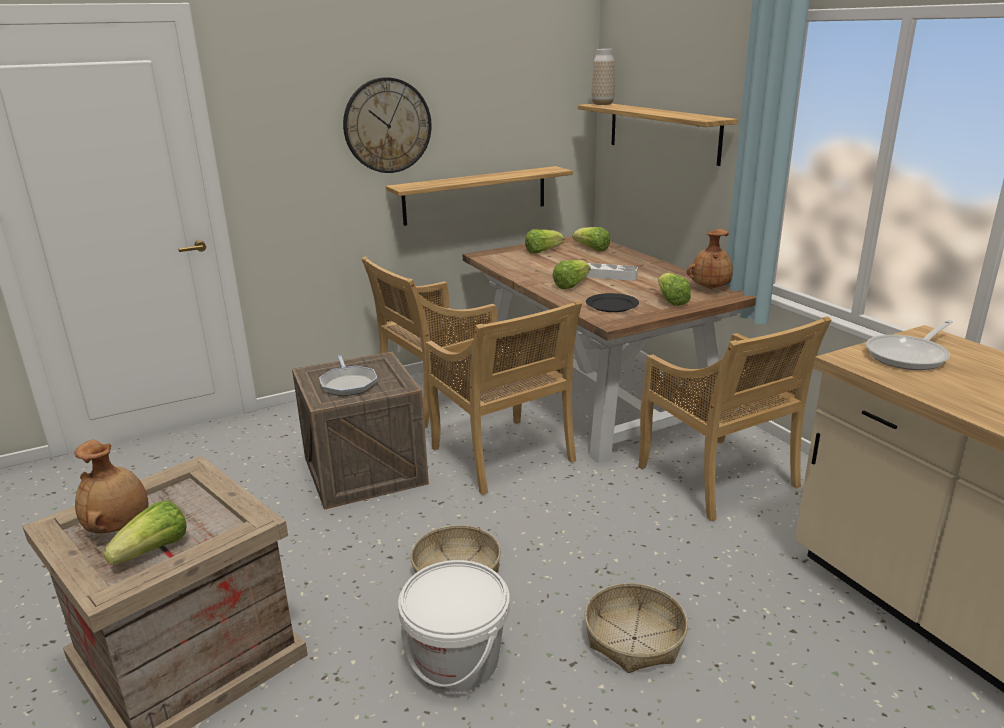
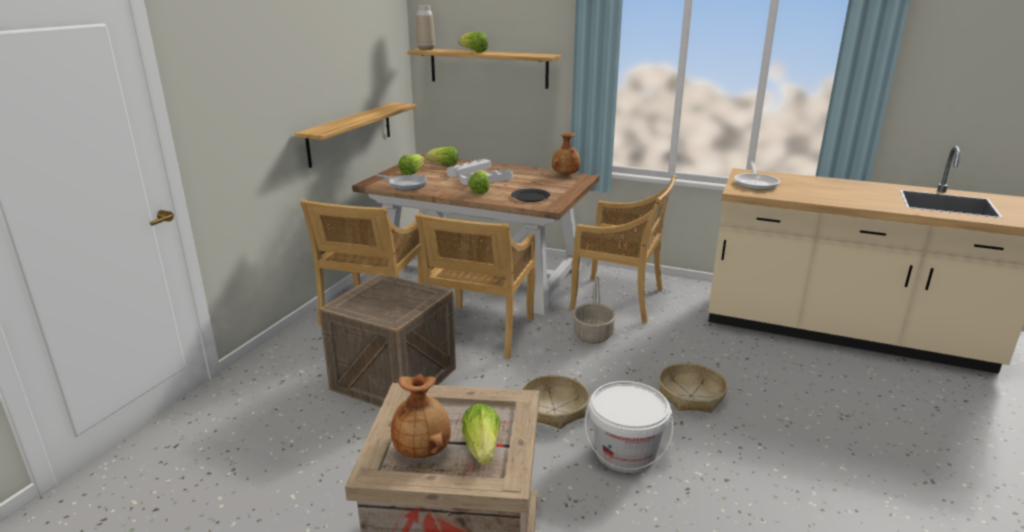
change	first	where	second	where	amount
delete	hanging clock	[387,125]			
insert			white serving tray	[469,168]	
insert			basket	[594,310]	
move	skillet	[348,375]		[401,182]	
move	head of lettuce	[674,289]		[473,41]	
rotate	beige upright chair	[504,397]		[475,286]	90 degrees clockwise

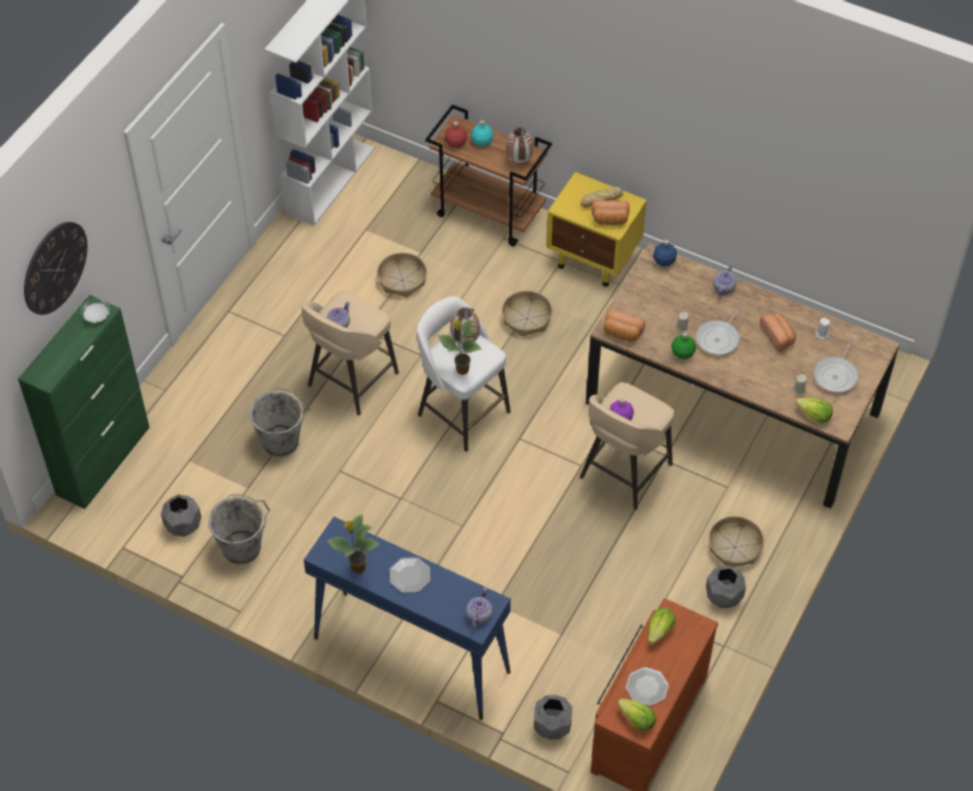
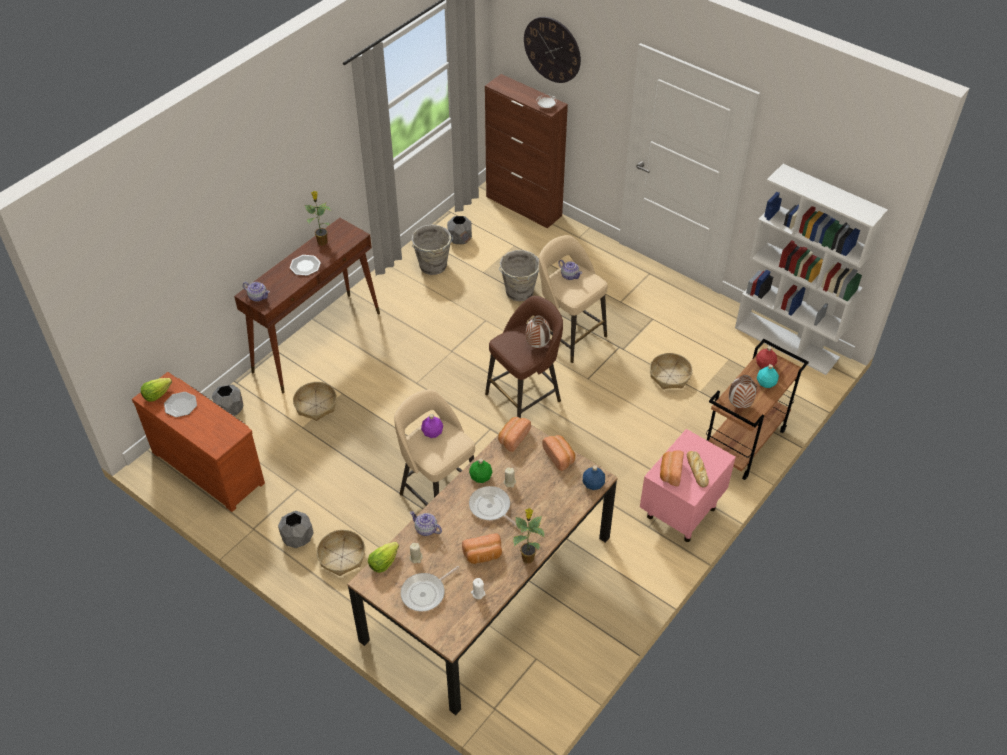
change	first	where	second	where	amount
delete	head of lettuce	[662,626]			
insert			bakery bread	[558,453]	
move	potted plant	[460,347]		[528,535]	
move	basket	[527,314]		[315,401]	
move	pot for tea	[725,280]		[426,523]	
recolor	green storage cabinet	[84,402]	brown storage cabinet	[526,151]	
recolor	blue-coloured narrow table	[407,618]	brown narrow table	[307,306]	
recolor	white stool	[464,374]	brown stool	[524,357]	
recolor	yellowish night table	[596,229]	pinkish night table	[688,485]	
rotate	skillet	[836,366]		[430,588]	75 degrees counterclockwise

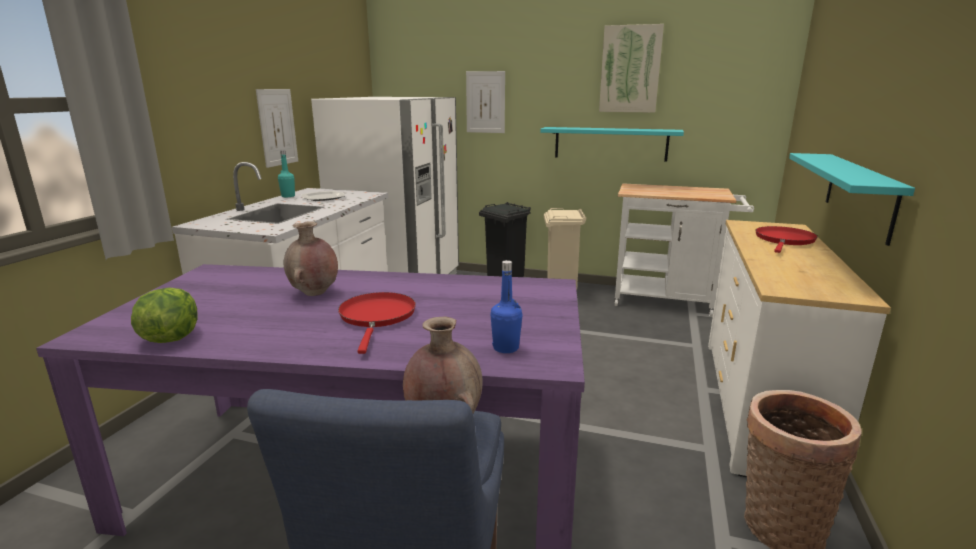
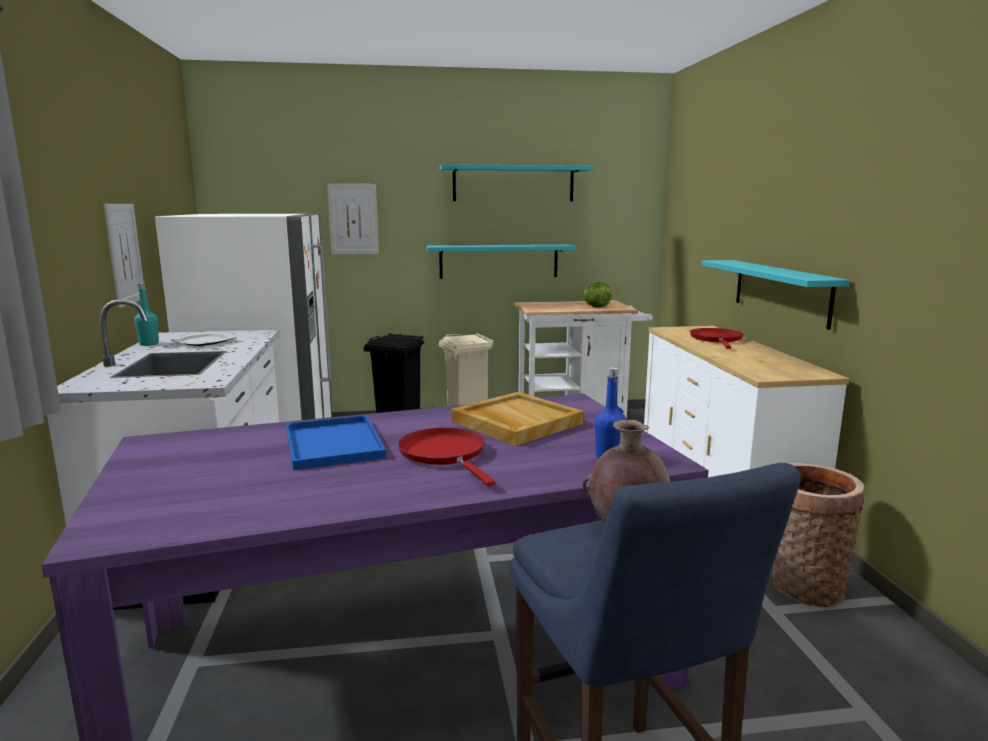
change	first	where	second	where	amount
insert			beige serving tray	[517,419]	
move	head of lettuce	[164,315]		[597,294]	
replace	brown decorative vase	[310,258]	blue-coloured serving tray	[336,442]	
replace	wall art	[631,68]	turquoise-coloured shelf	[516,182]	

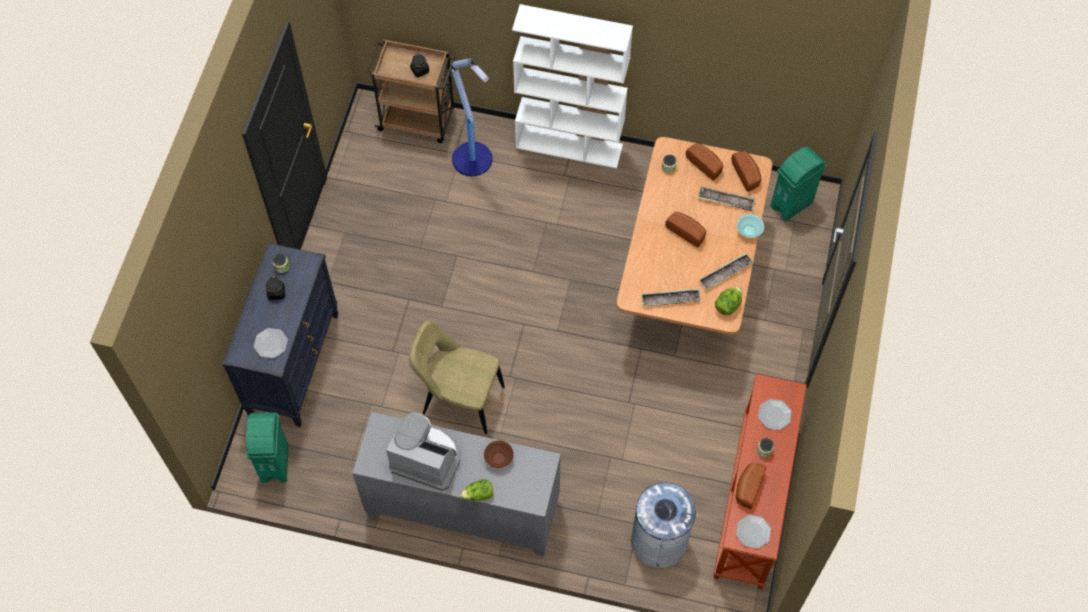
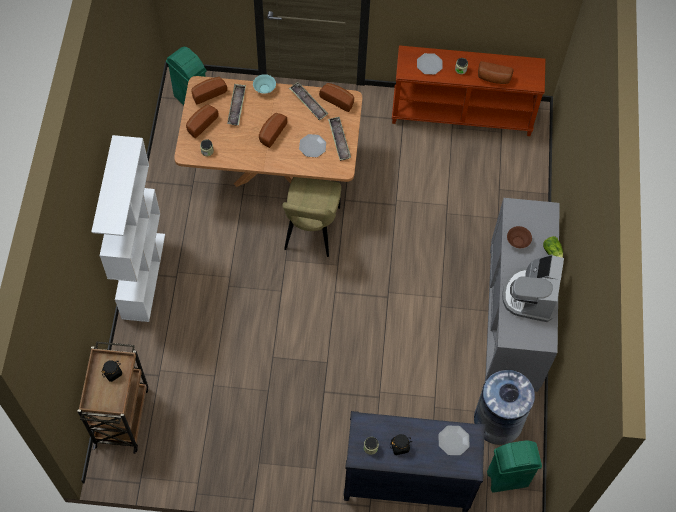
change	first	where	second	where	amount
delete	floor lamp	[472,117]			
move	beige upright chair	[457,377]		[311,217]	
move	grey trash can	[664,525]		[504,407]	
move	dinner plate	[753,532]		[312,145]	
replace	head of lettuce	[728,301]	bakery bread	[336,97]	

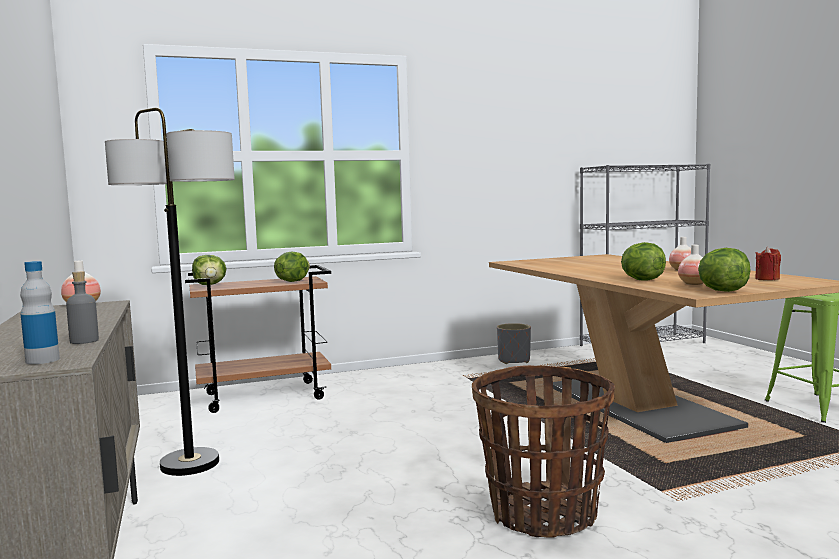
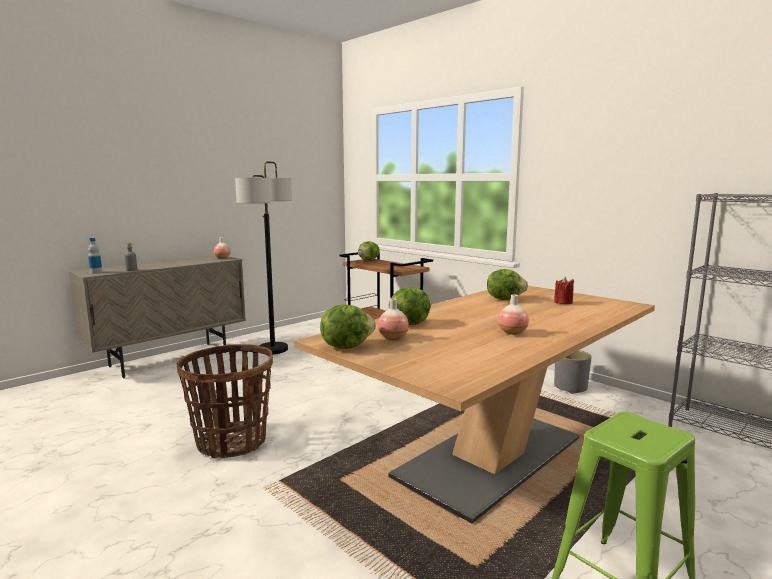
change	first	where	second	where	amount
move	head of lettuce	[292,267]		[507,284]	
move	reddish wax light	[768,263]		[564,290]	

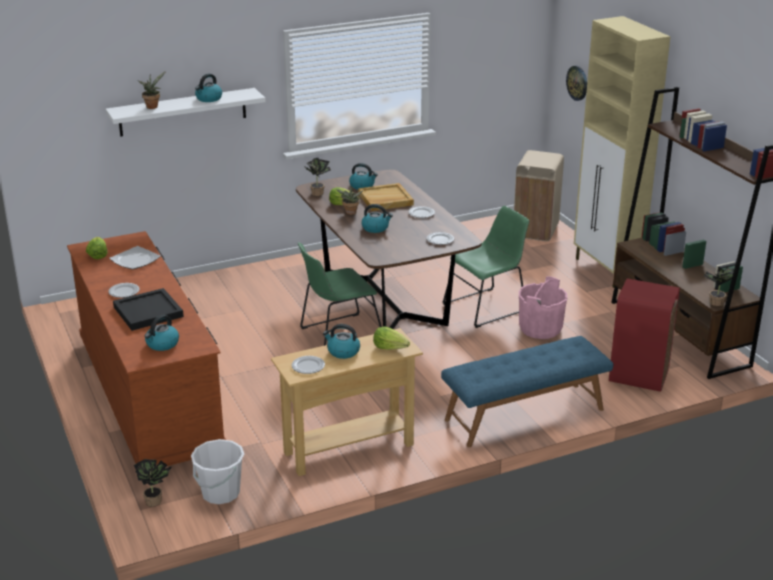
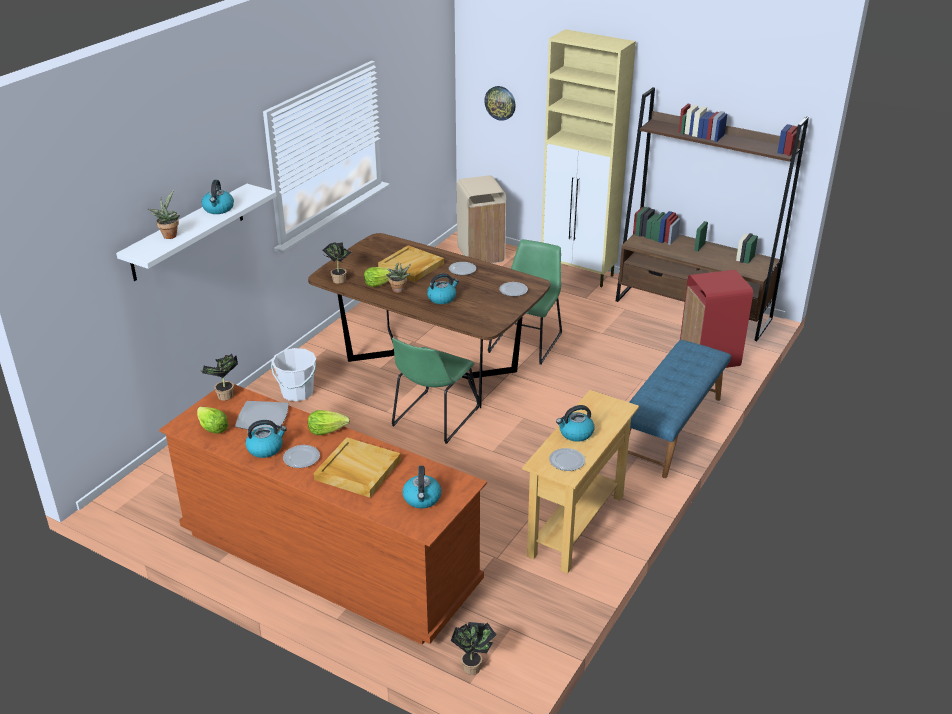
change	first	where	second	where	amount
delete	pinkish water bucket	[543,307]			
move	white water bucket	[217,471]		[293,374]	
move	tea kettle	[363,176]		[266,439]	
move	head of lettuce	[391,338]		[329,422]	
move	potted plant	[718,286]		[220,377]	
recolor	black serving tray	[148,309]	beige serving tray	[357,467]	

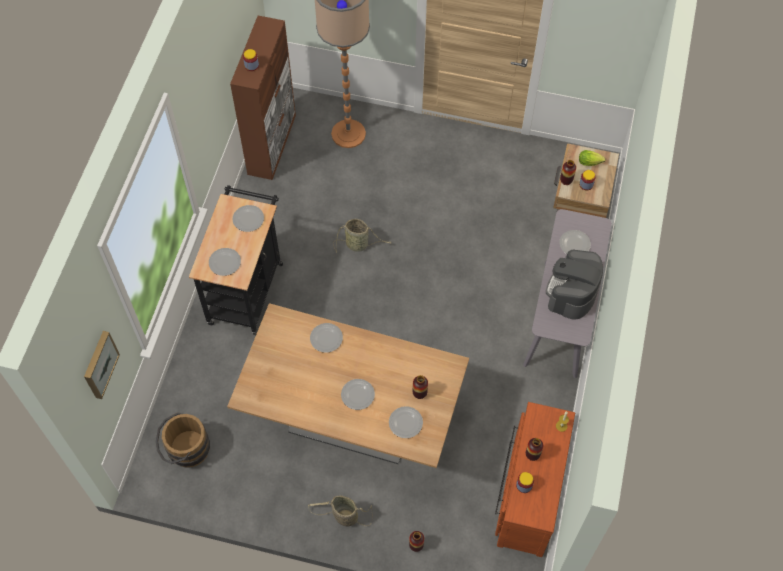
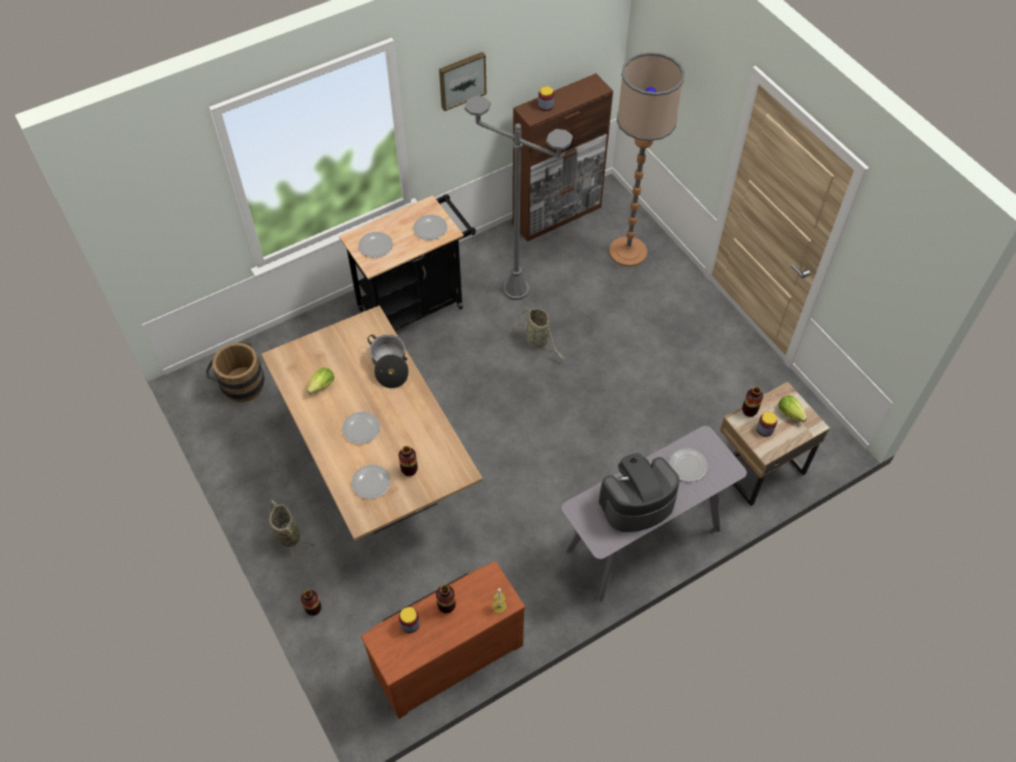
change	first	where	second	where	amount
insert			head of lettuce	[320,380]	
insert			grey floor lamp	[518,198]	
move	wall art	[102,365]		[463,81]	
replace	dinner plate	[326,338]	cooking pot	[388,361]	

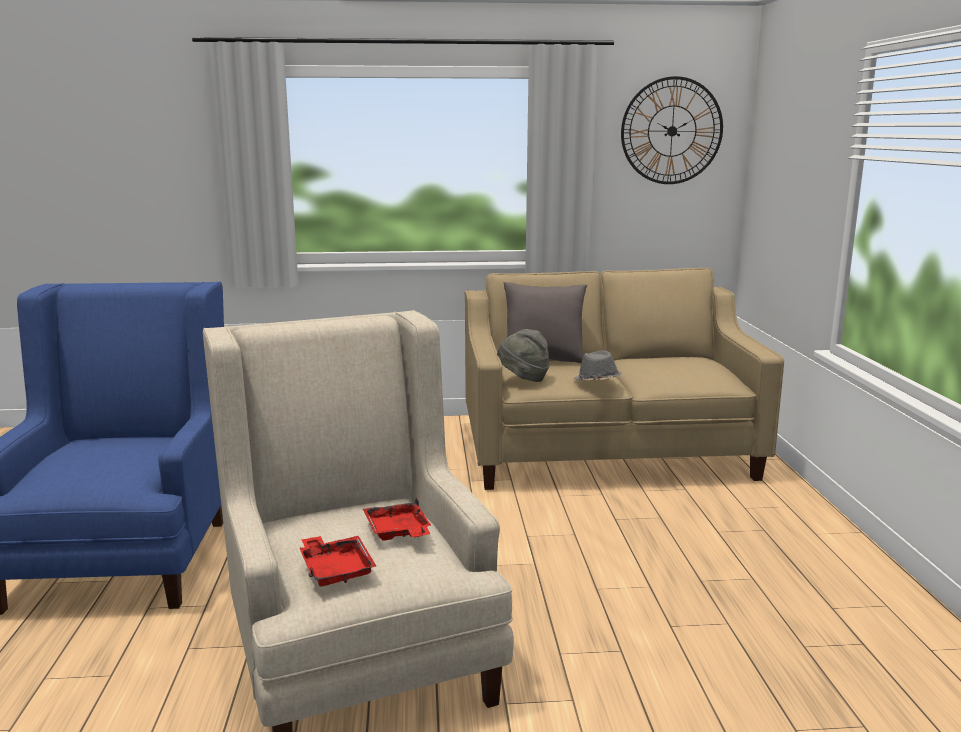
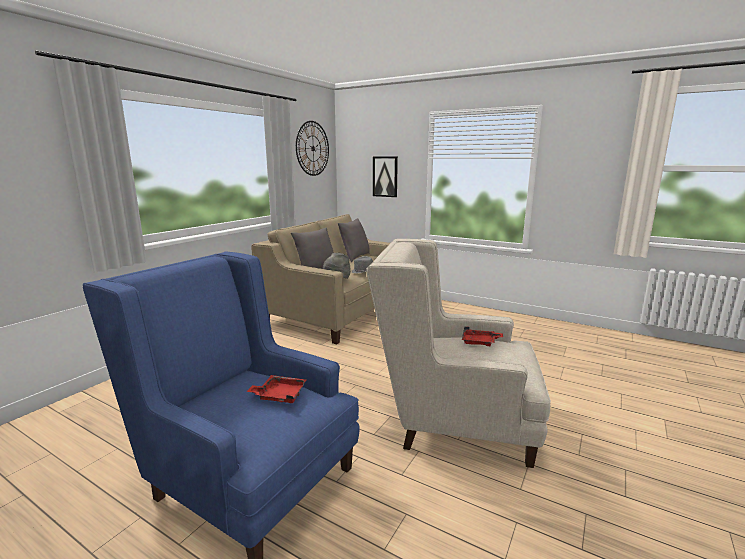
change	first	where	second	where	amount
insert			grey cushion	[354,240]	
insert			wall art	[385,176]	
move	reddish serving tray	[338,561]		[276,389]	

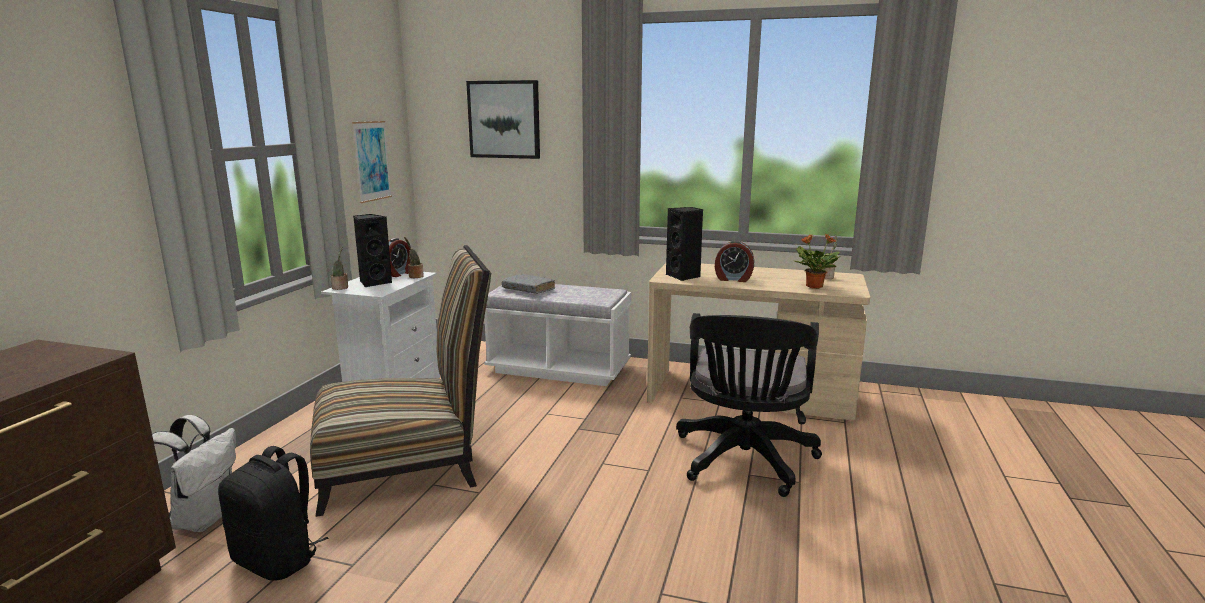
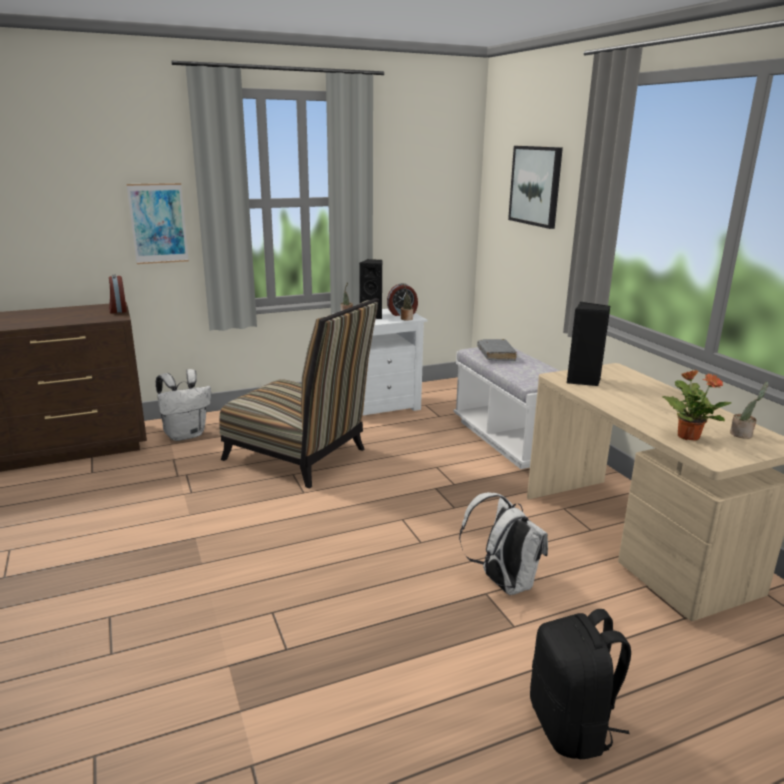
change	first	where	second	where	amount
move	black backpack	[273,513]		[580,684]	
move	wall art	[372,162]		[158,223]	
move	bedside clock	[734,261]		[118,294]	
replace	black desk chair	[749,405]	white backpack	[503,543]	

